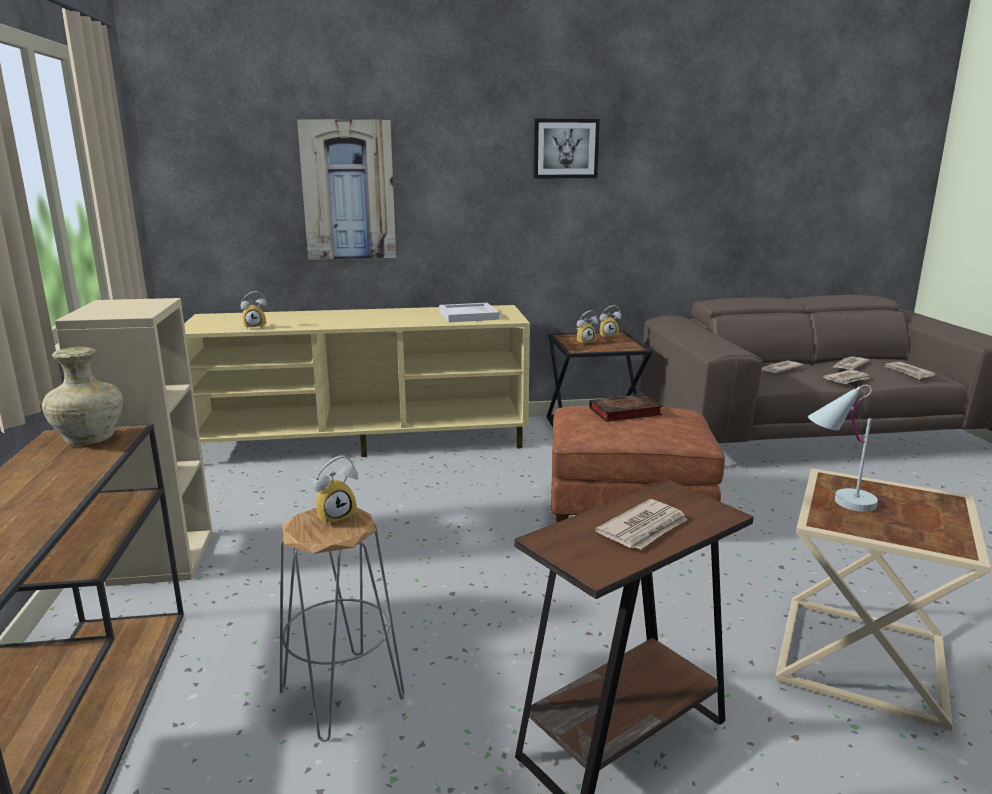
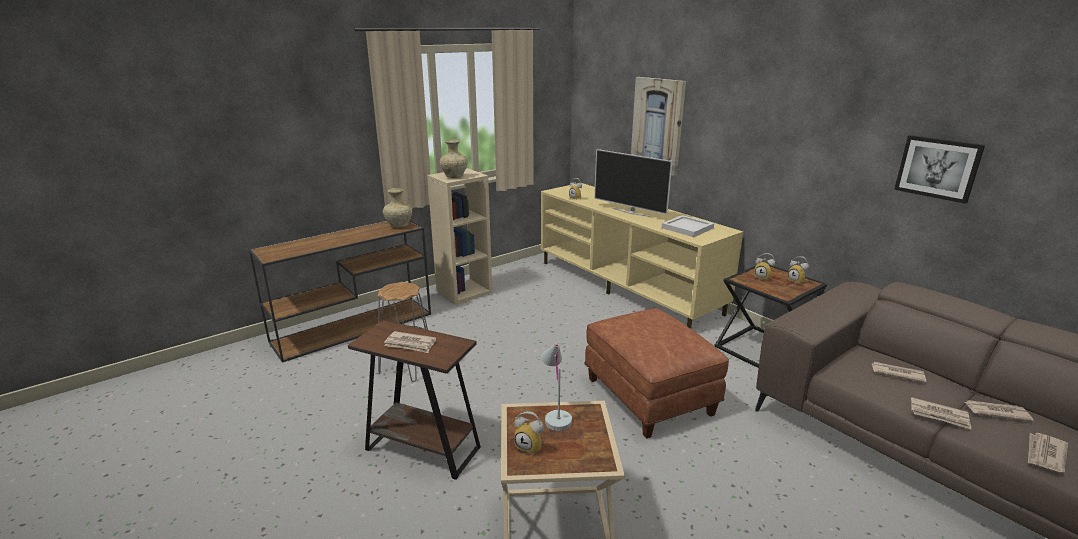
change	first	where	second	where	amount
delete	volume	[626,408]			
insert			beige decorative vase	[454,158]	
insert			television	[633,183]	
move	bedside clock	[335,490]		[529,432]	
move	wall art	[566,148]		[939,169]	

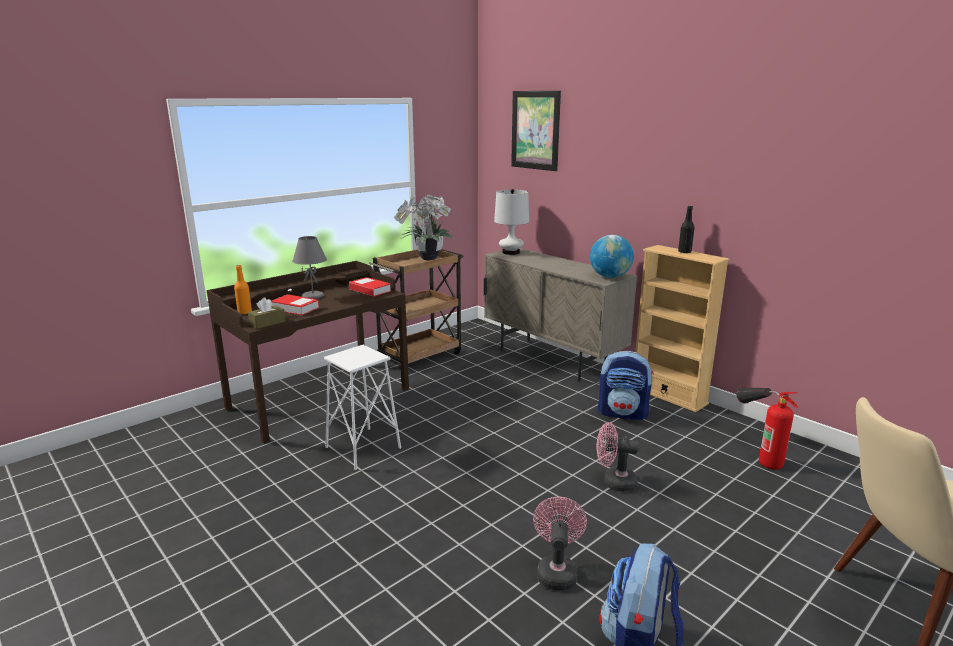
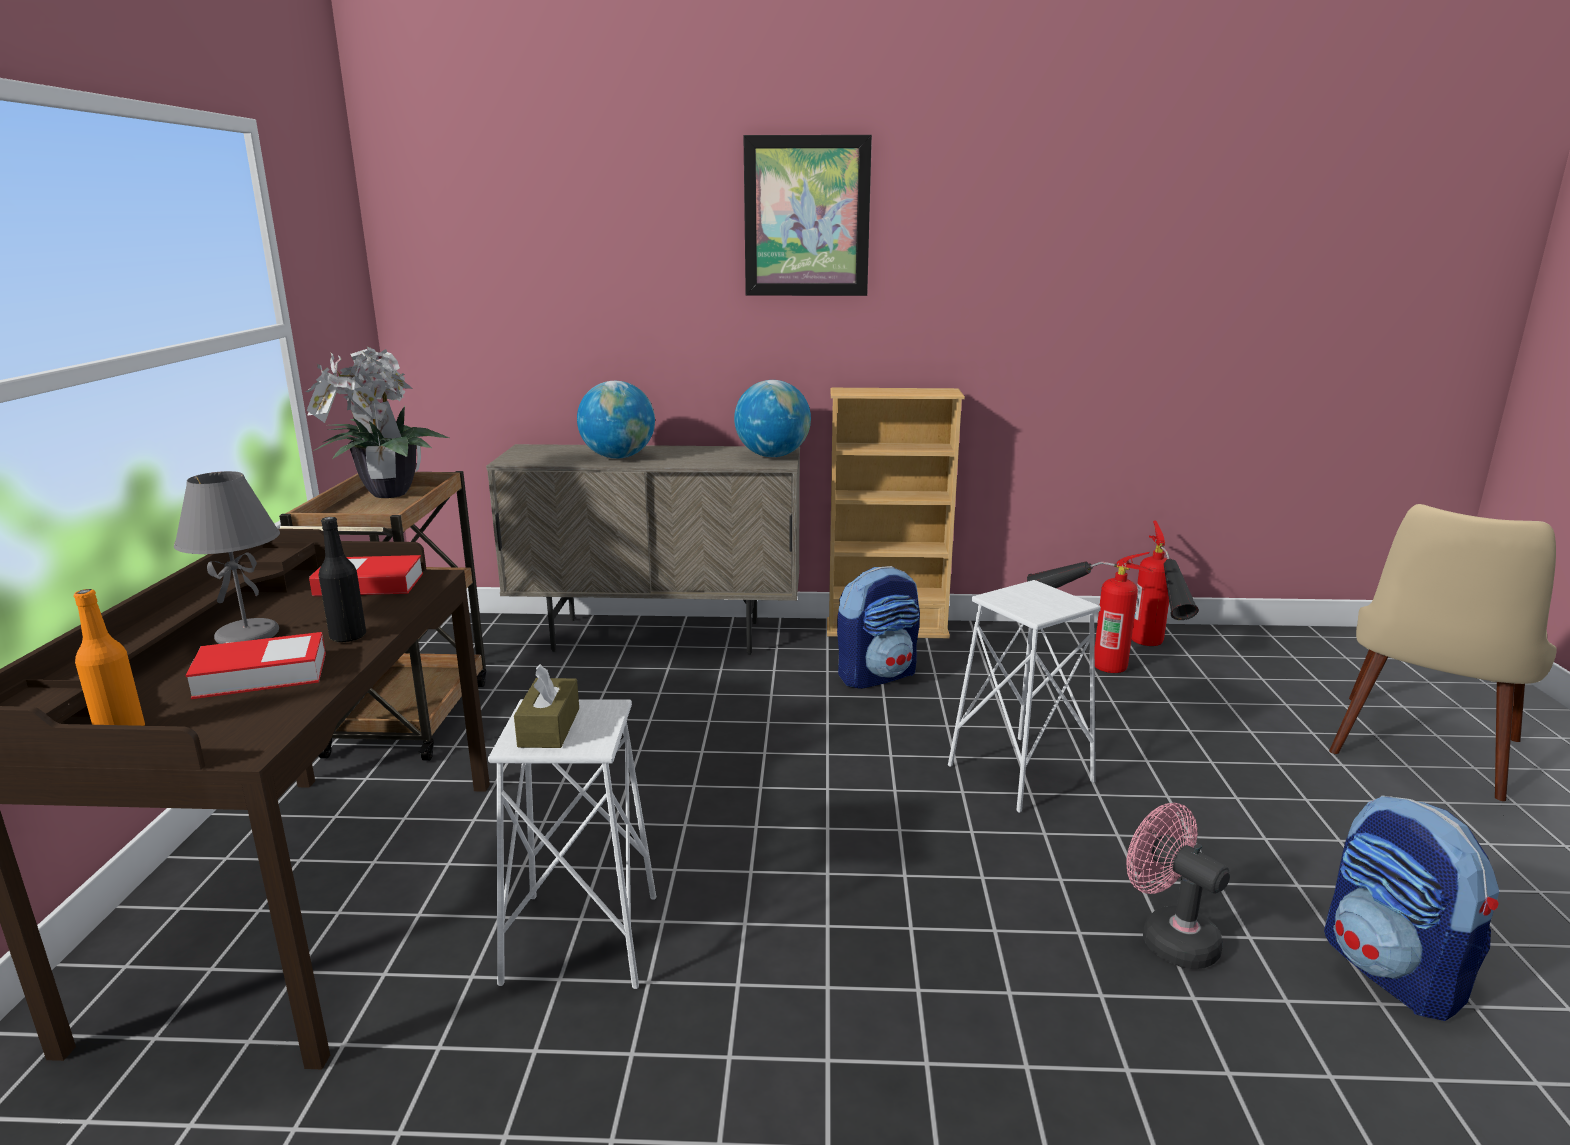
change	first	where	second	where	amount
delete	white table lamp	[511,222]			
insert			world globe	[616,420]	
insert			fire-fighting cylinder	[1165,583]	
move	brown box of tissues	[267,313]		[546,706]	
move	wall art	[536,131]		[807,215]	
move	black drink bottle	[686,229]		[342,580]	
replace	pinkish cooling fan	[617,457]	white stool	[1024,696]	

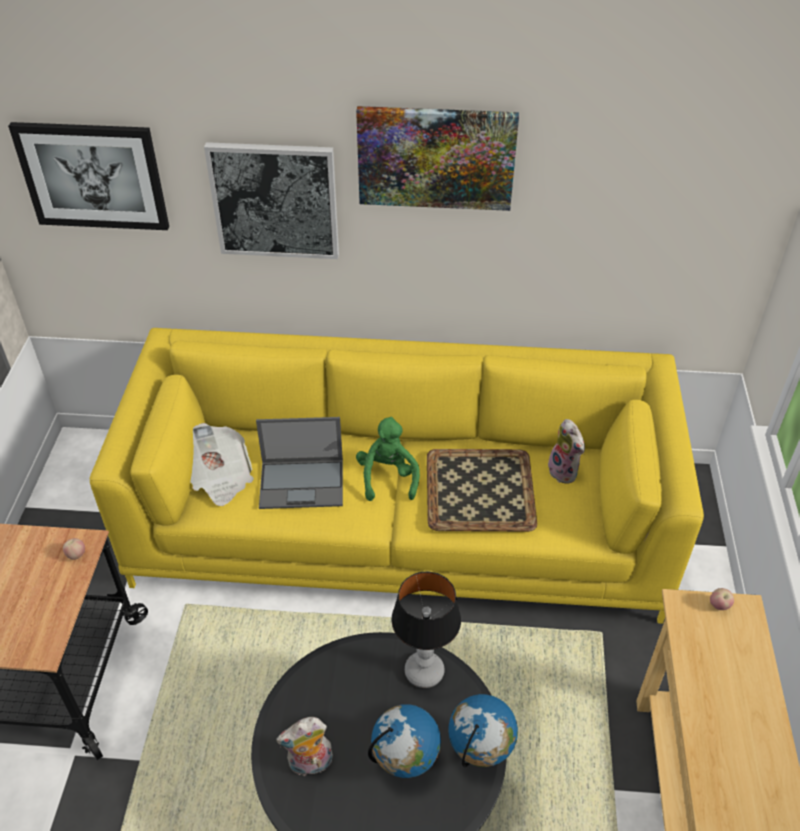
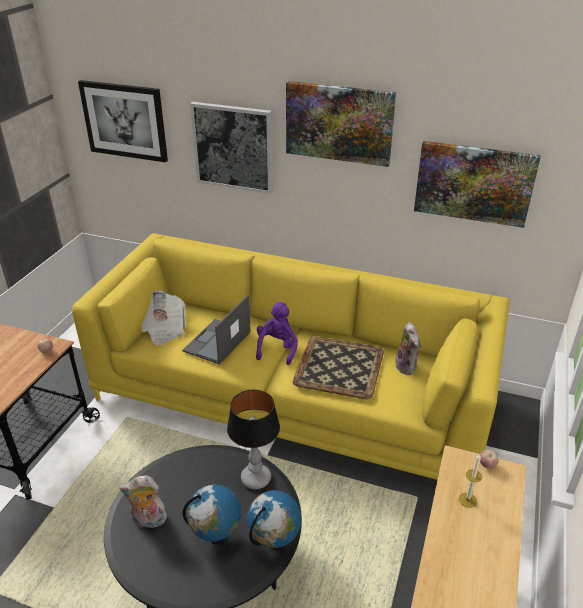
change	first	where	second	where	amount
insert			wall art	[477,184]	
insert			wax light	[470,481]	
recolor	green plush toy	[388,459]	purplish plush toy	[277,333]	
rotate	portable computer	[299,463]		[216,330]	105 degrees clockwise

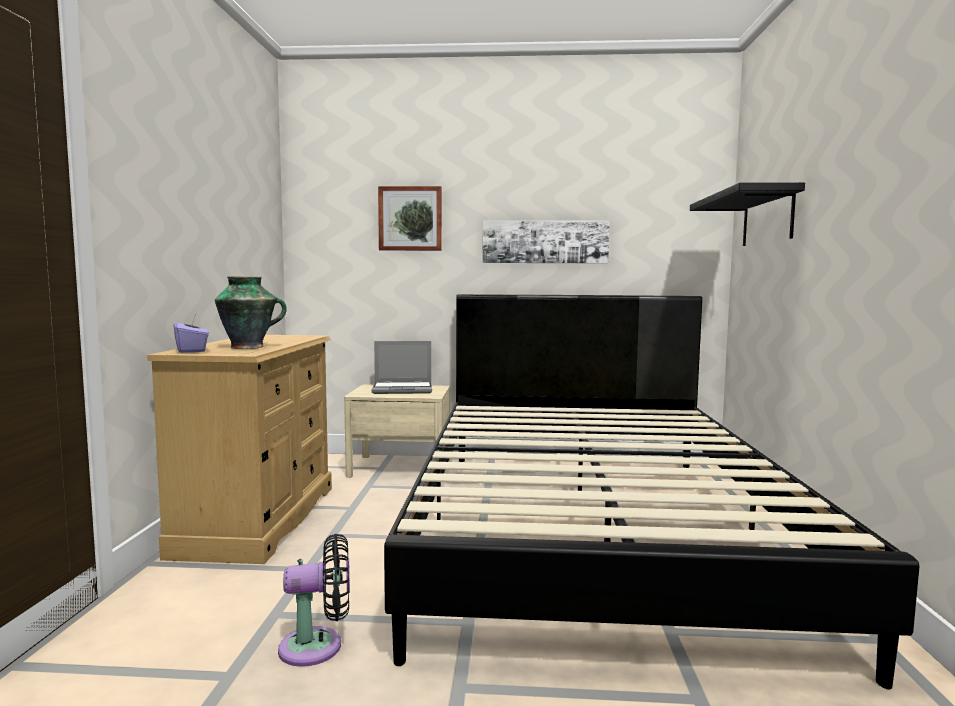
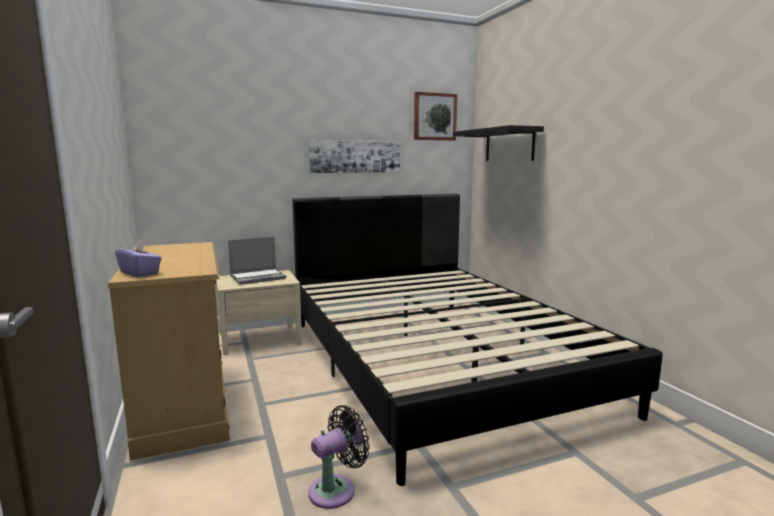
change	first	where	second	where	amount
delete	decorative vase	[251,313]			
move	wall art	[410,218]		[435,116]	

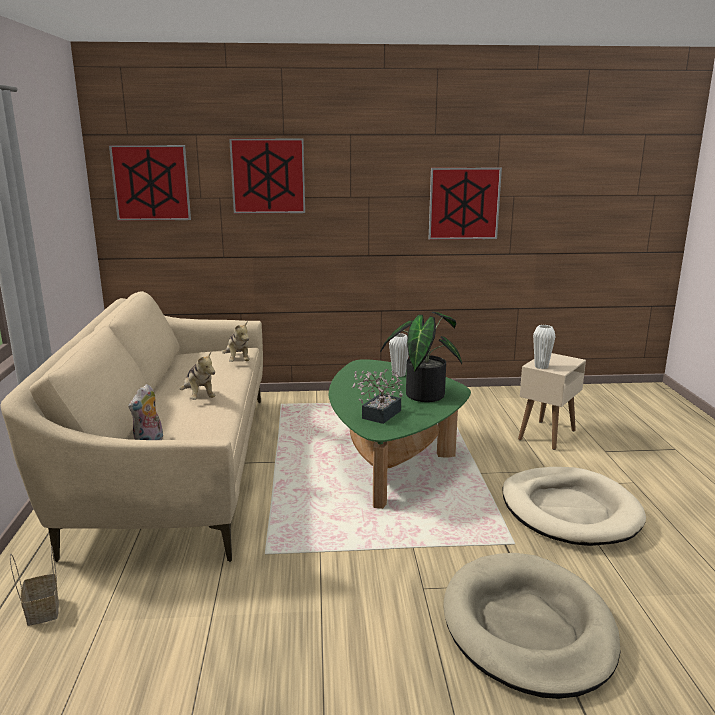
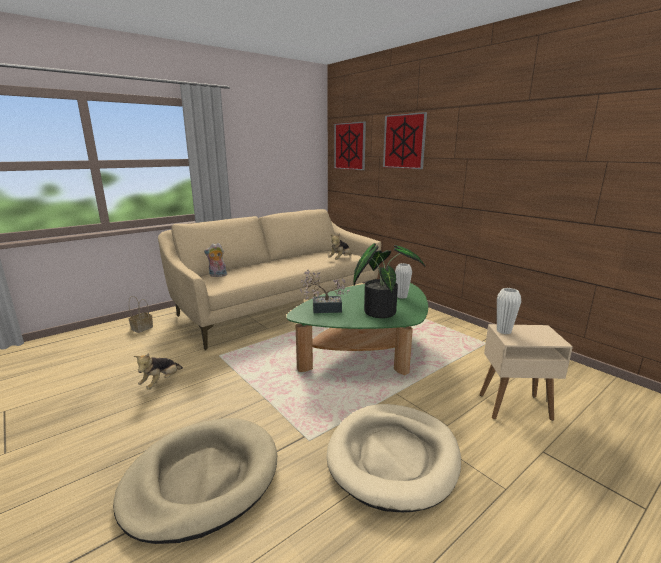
change	first	where	second	where	amount
delete	wall art	[465,204]			
move	plush toy	[197,376]		[158,371]	

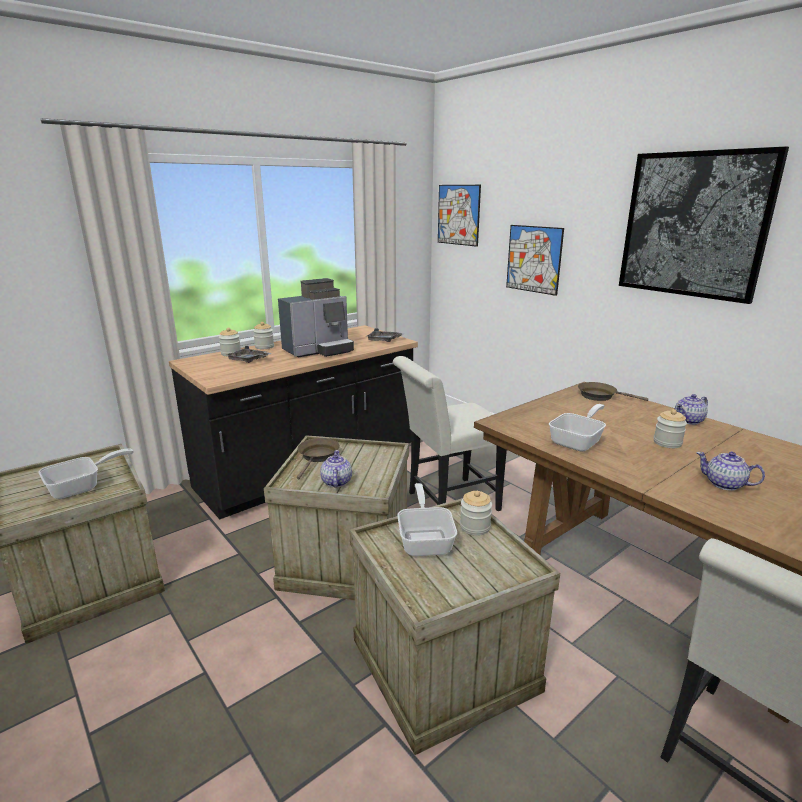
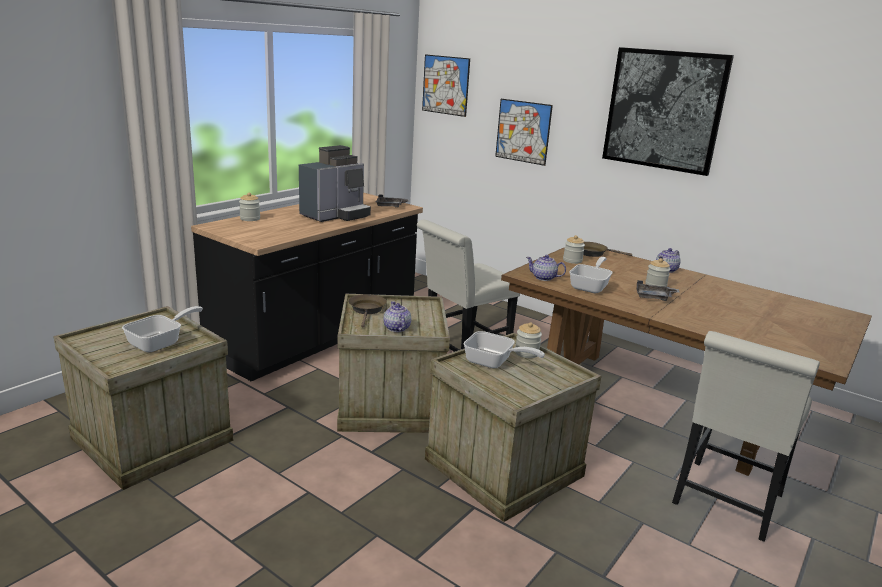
change	first	where	second	where	amount
move	grey serving tray	[249,354]		[658,290]	
move	preserve jar	[263,335]		[574,249]	
move	pot for tea	[730,471]		[546,268]	
rotate	skillet	[427,519]		[504,350]	135 degrees clockwise

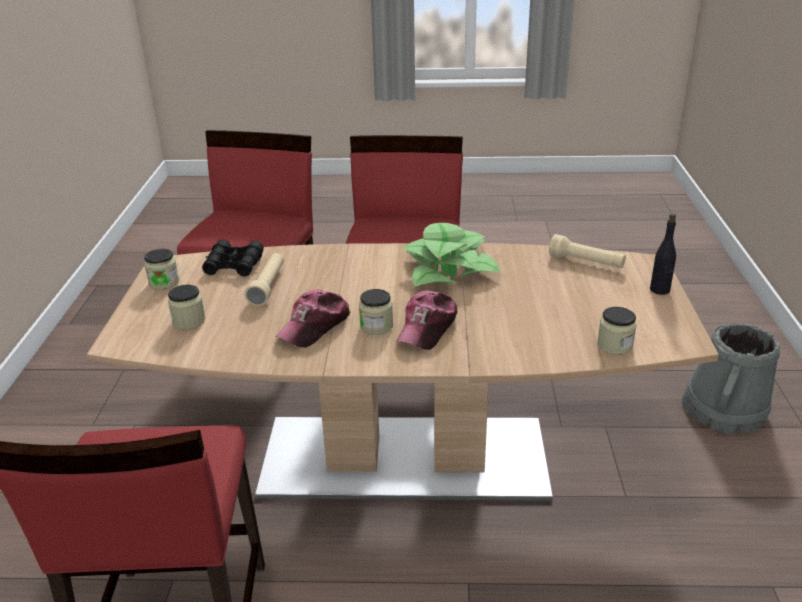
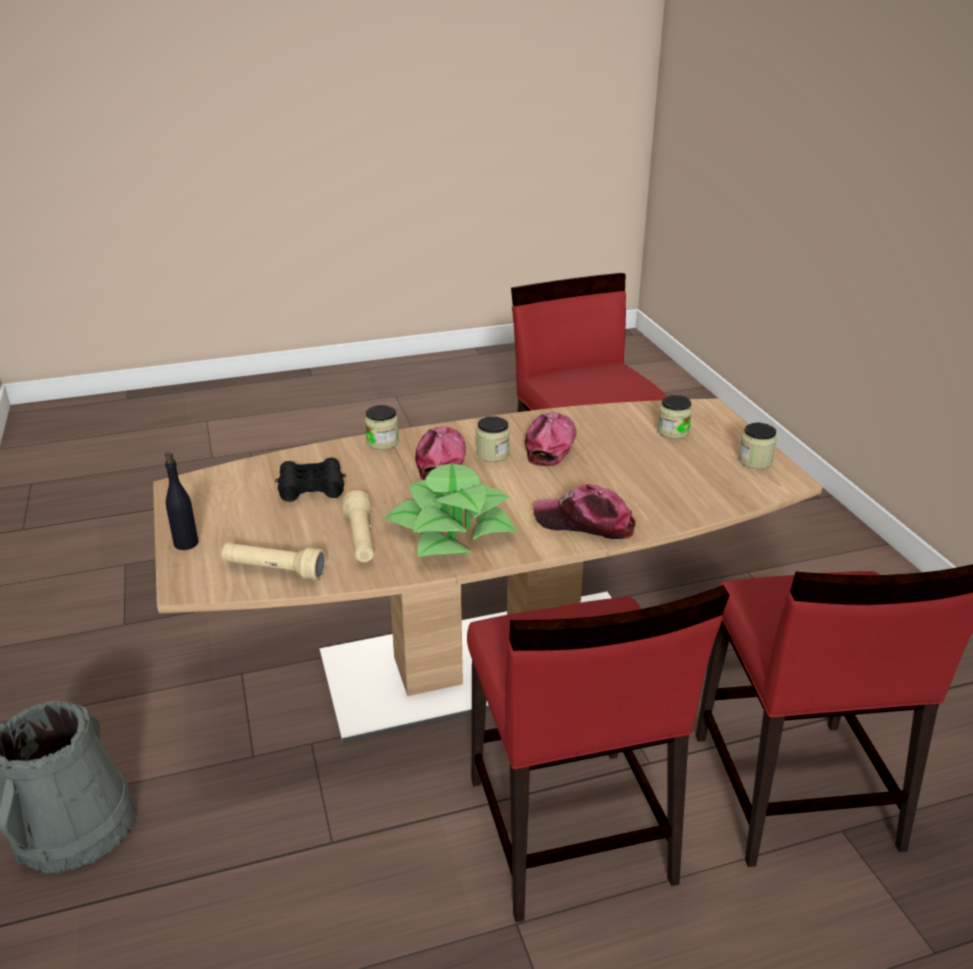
change	first	where	second	where	amount
insert			baseball cap	[584,511]	
move	black pair of binoculars	[233,258]		[310,480]	
move	beige hand torch	[264,279]		[358,526]	
move	preserve jar	[617,331]		[382,427]	

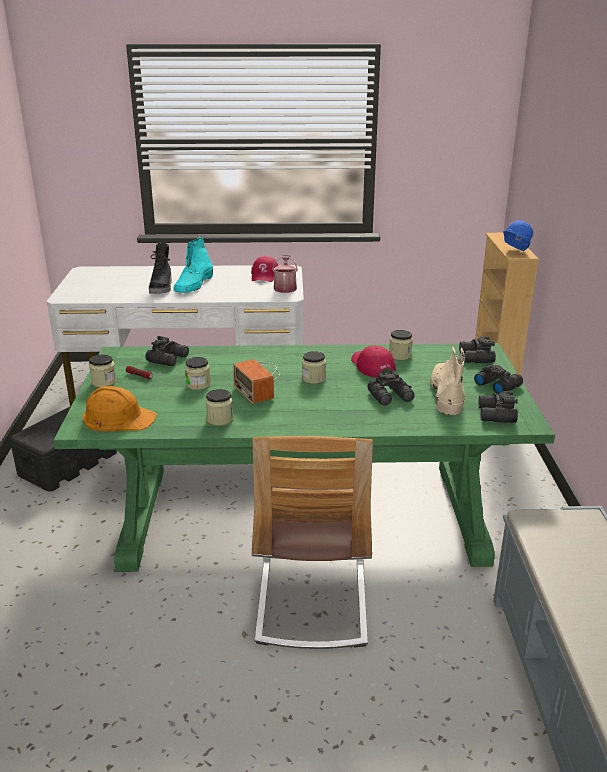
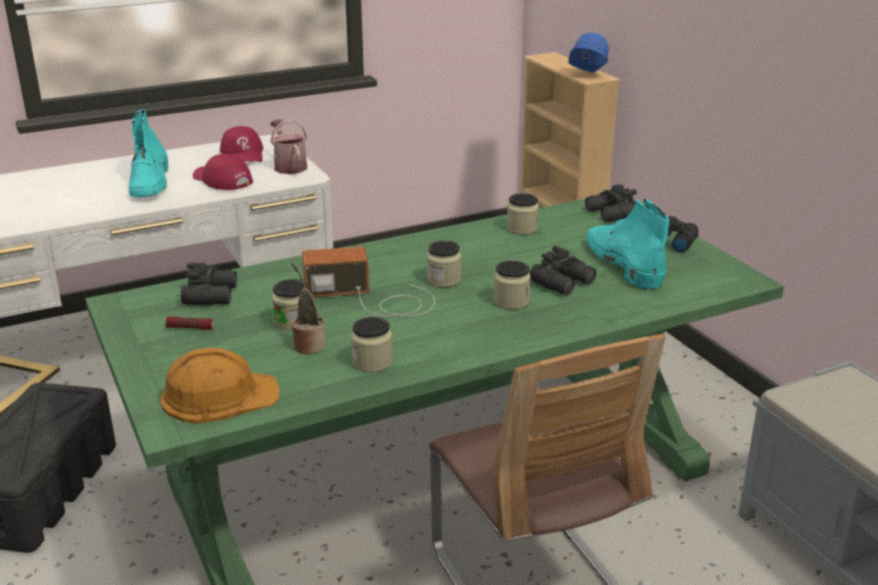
change	first	where	second	where	amount
delete	black tall boot	[160,268]			
delete	black pair of binoculars	[498,407]			
insert			potted plant	[308,308]	
move	preserve jar	[102,370]		[512,285]	
move	reddish baseball cap	[373,361]		[223,172]	
recolor	beige tall boot	[447,381]	turquoise-coloured tall boot	[628,244]	
rotate	radio	[256,381]		[368,281]	135 degrees clockwise

